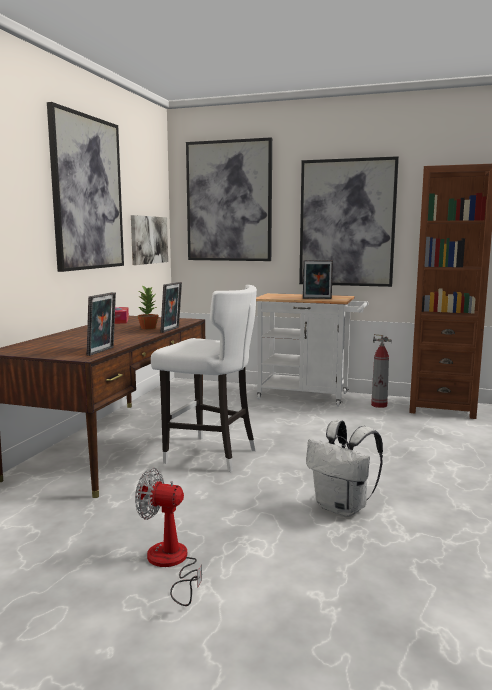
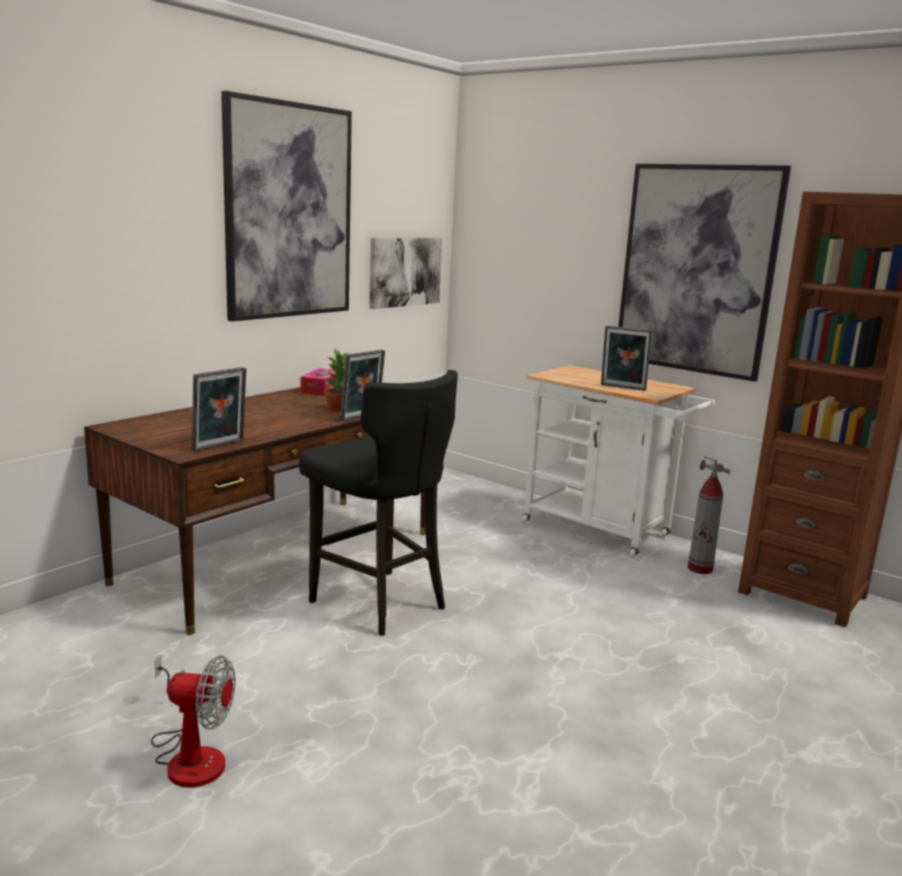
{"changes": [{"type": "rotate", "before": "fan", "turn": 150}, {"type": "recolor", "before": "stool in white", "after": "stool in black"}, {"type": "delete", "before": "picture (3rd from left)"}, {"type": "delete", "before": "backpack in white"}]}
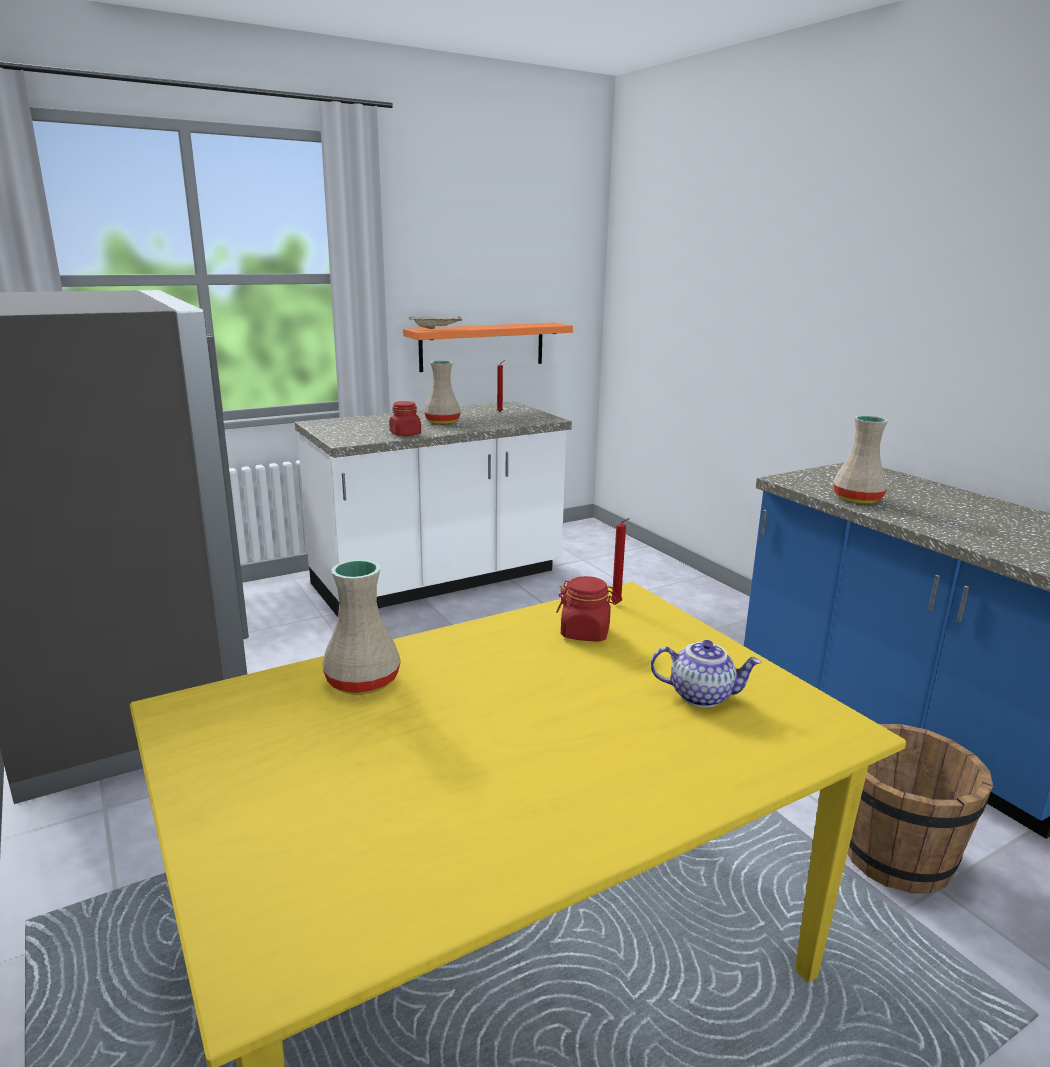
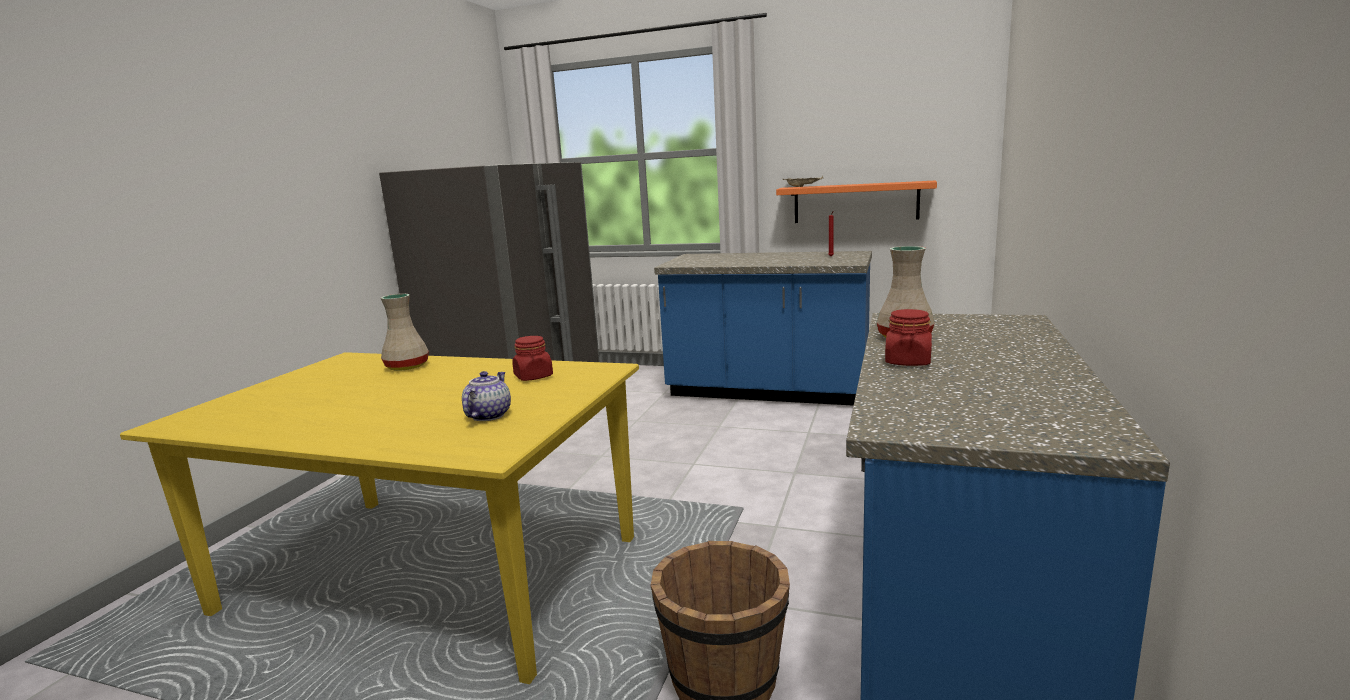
{"changes": [{"type": "rotate", "before": "teapot", "turn": -135}, {"type": "recolor", "before": "counter in white", "after": "counter in blue (1st from left)"}, {"type": "move", "before": "jar in red (1st from left in the first image)", "after": "jar in red (2nd from left)"}, {"type": "delete", "before": "vase in beige (2nd from left)"}, {"type": "delete", "before": "candle in red (2nd from left)"}]}
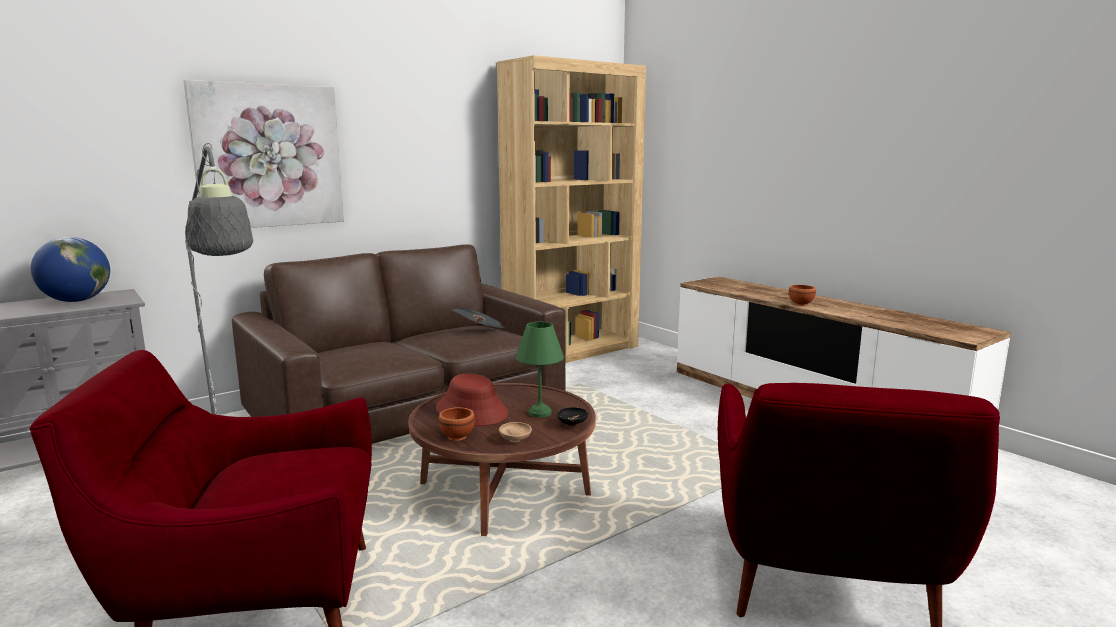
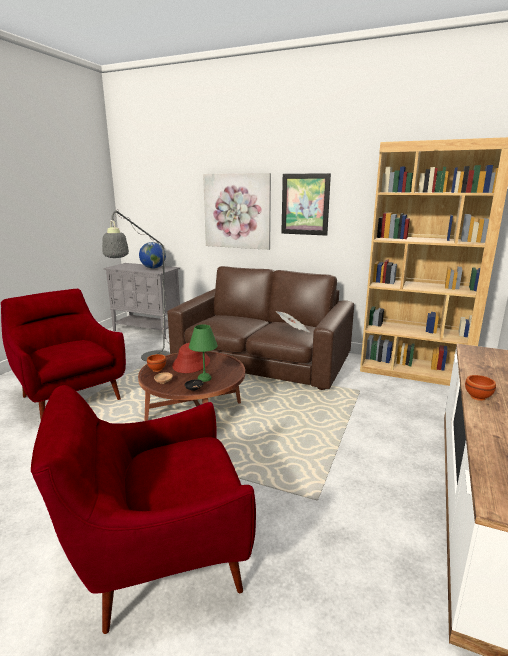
{"changes": [{"type": "insert", "after": "picture (2nd from left)"}]}
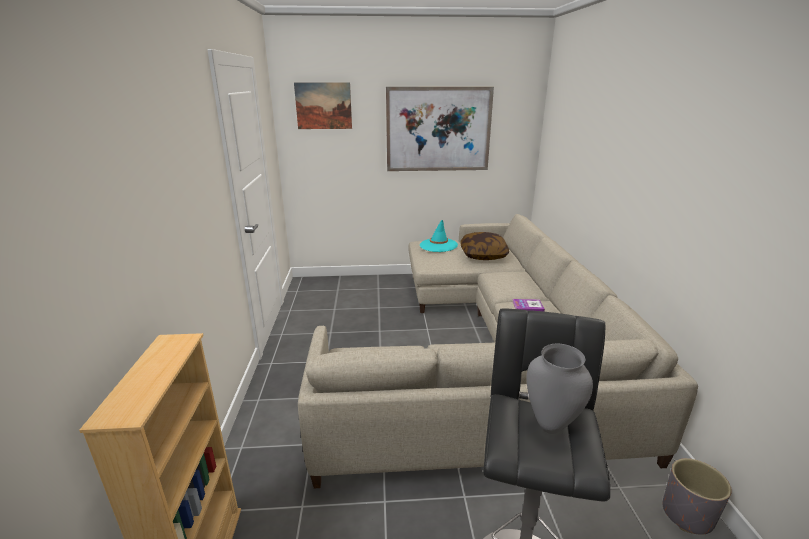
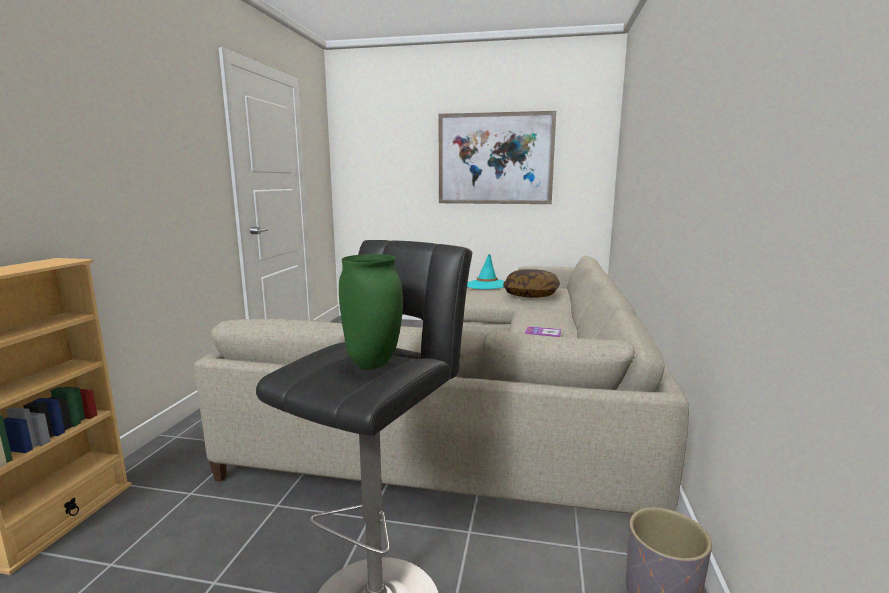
{"changes": [{"type": "recolor", "before": "vase in grey", "after": "vase in green"}, {"type": "delete", "before": "picture (1st from left)"}]}
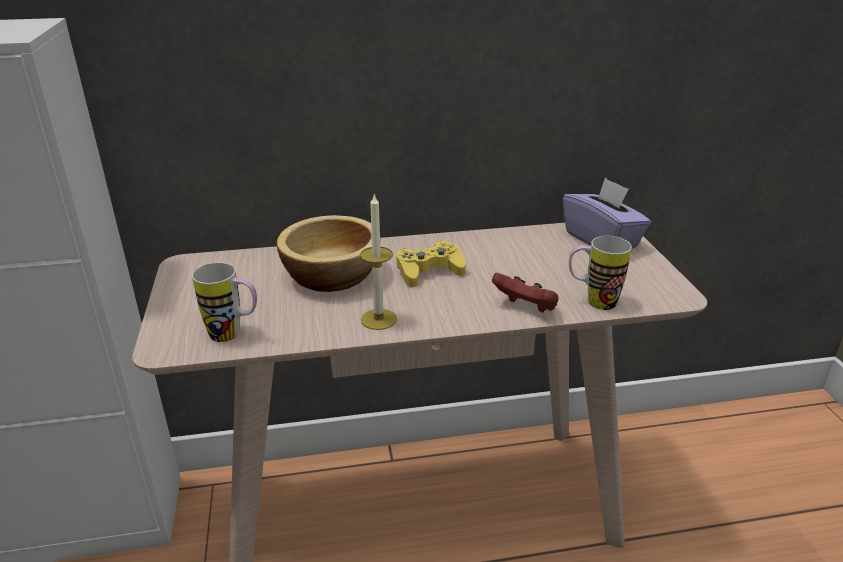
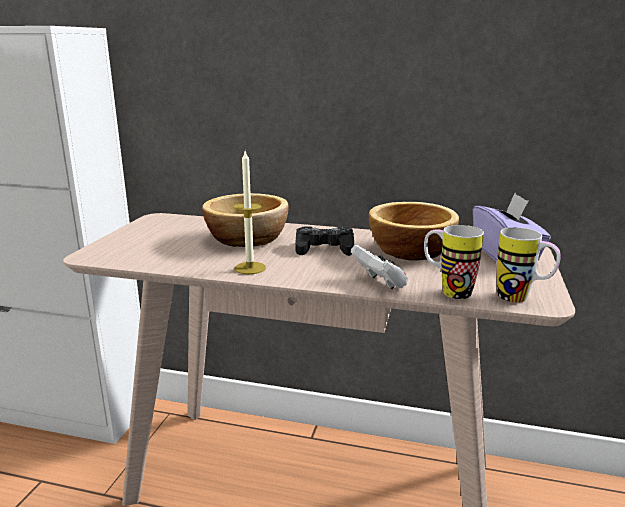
{"changes": [{"type": "recolor", "before": "game controller in yellow", "after": "game controller in black"}, {"type": "recolor", "before": "game controller in red", "after": "game controller in white"}, {"type": "insert", "after": "bowl (2nd from left)"}, {"type": "move", "before": "mug (1st from left in the first image)", "after": "mug (2nd from left)"}]}
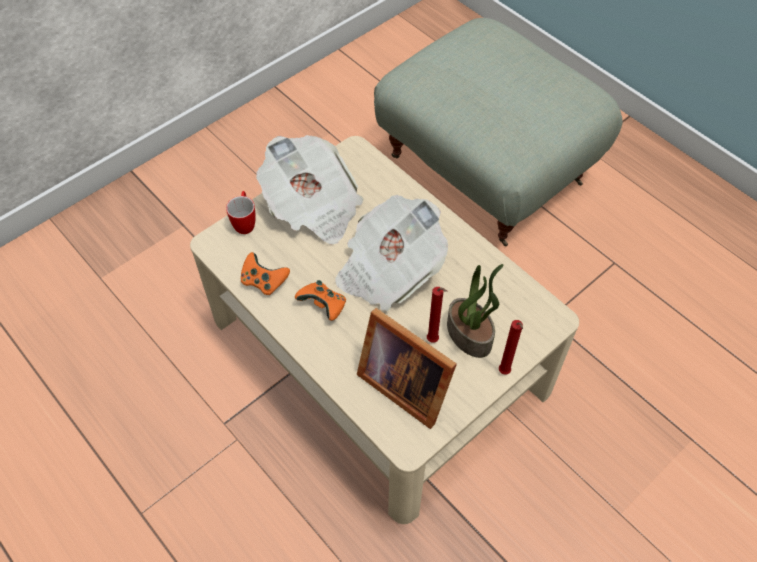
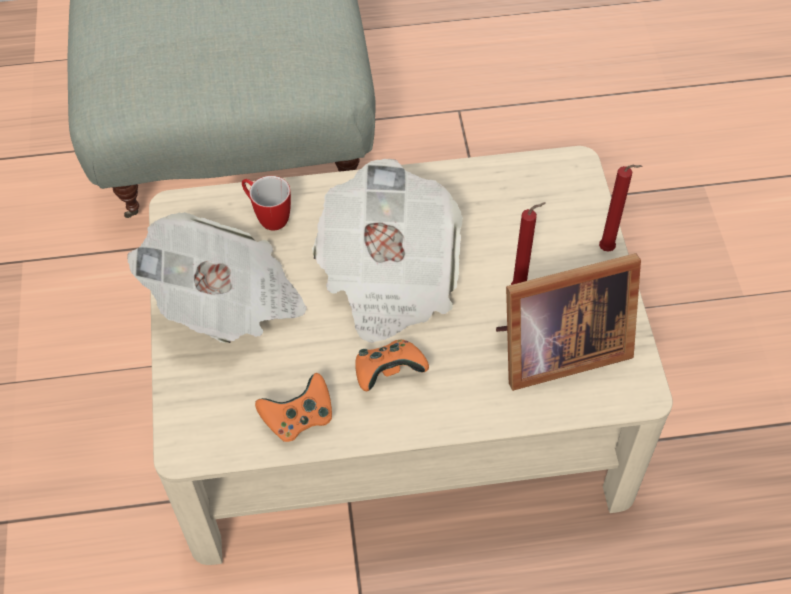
{"changes": [{"type": "move", "before": "mug"}, {"type": "delete", "before": "potted plant"}]}
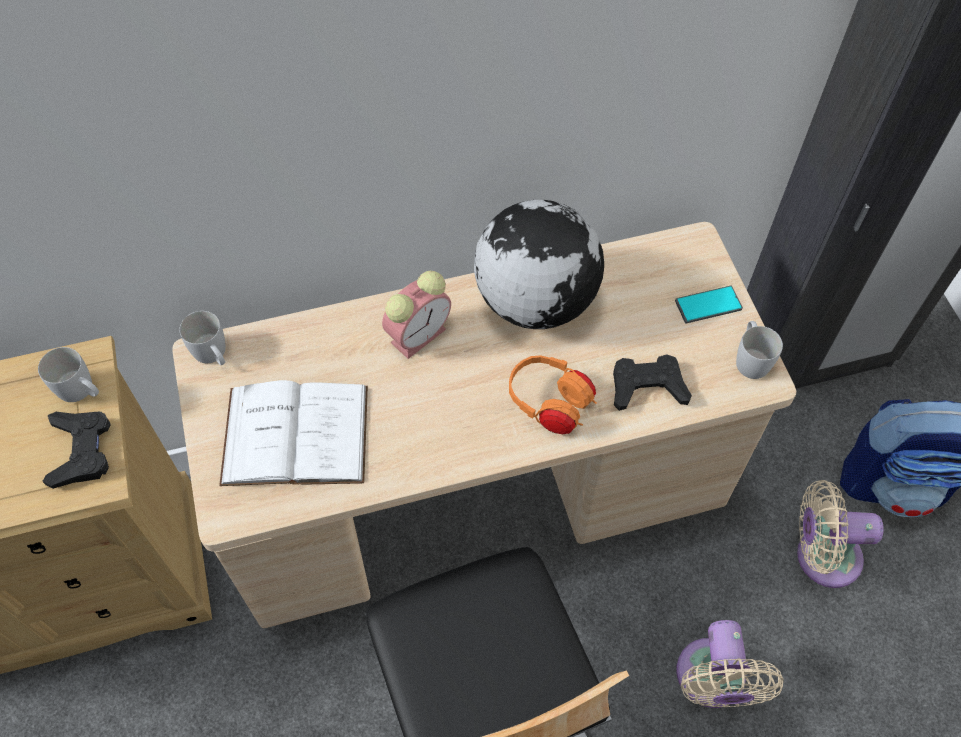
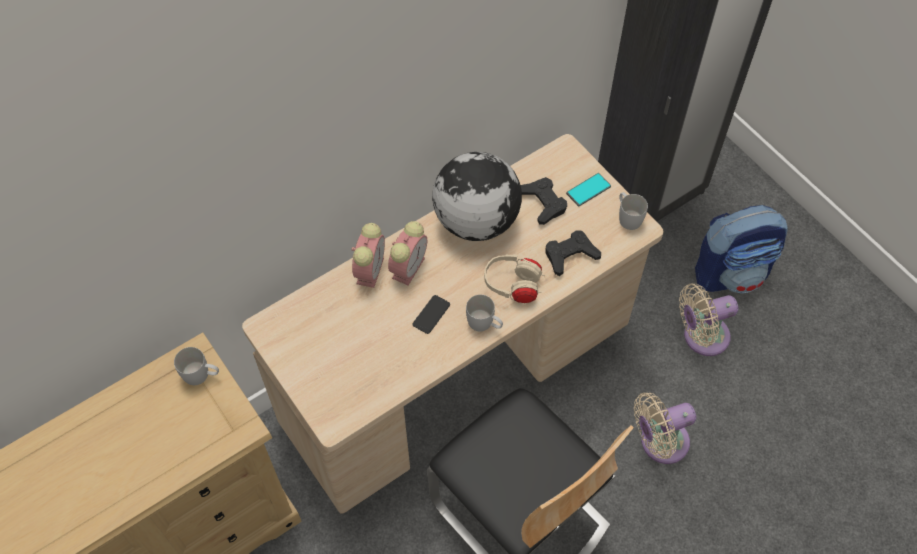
{"changes": [{"type": "insert", "after": "alarm clock (1st from left)"}, {"type": "insert", "after": "phone (1st from left)"}, {"type": "move", "before": "mug in white (2nd from left)"}, {"type": "recolor", "before": "headphones in orange", "after": "headphones in beige"}, {"type": "move", "before": "game controller in black (1st from left)"}, {"type": "rotate", "before": "fan in beige (1st from left)", "turn": 90}, {"type": "delete", "before": "book in white"}]}
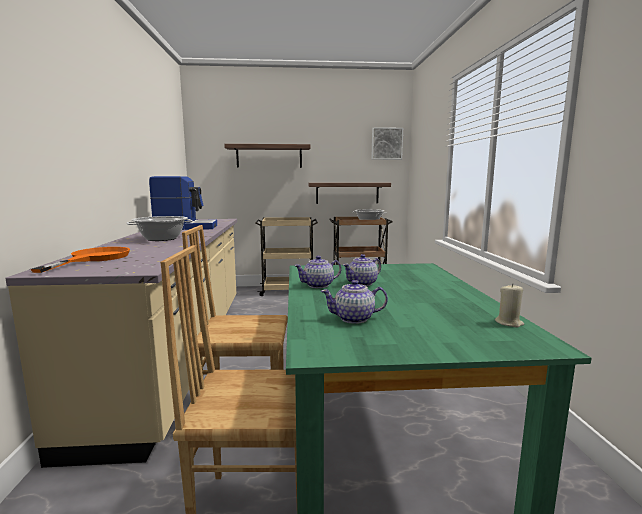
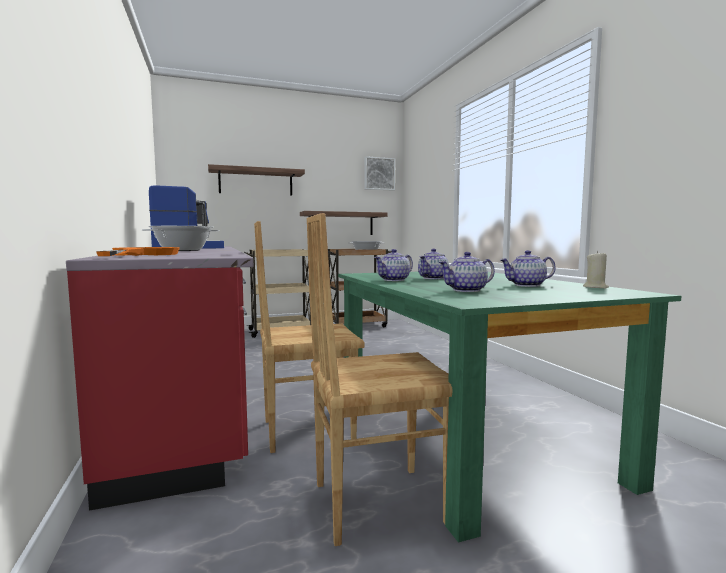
{"changes": [{"type": "recolor", "before": "counter in beige", "after": "counter in red"}, {"type": "insert", "after": "teapot (4th from left)"}]}
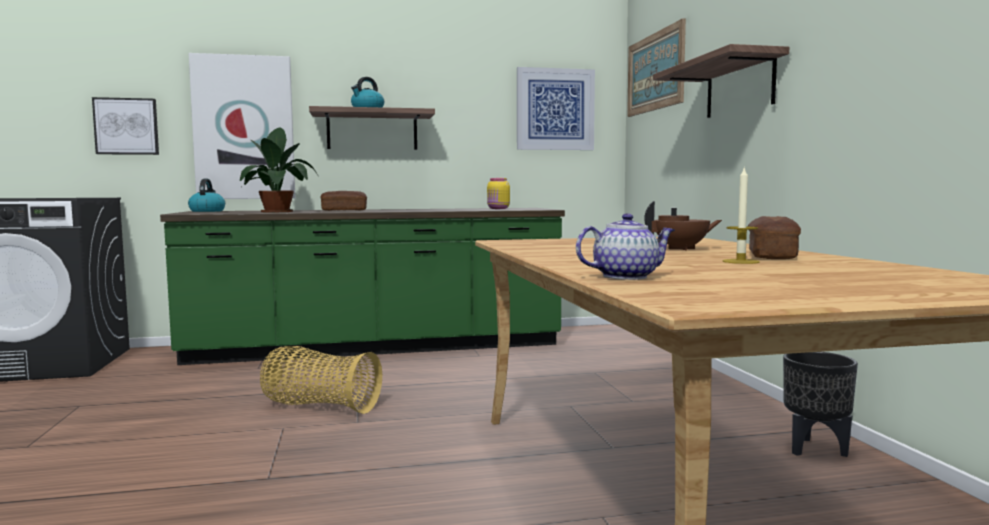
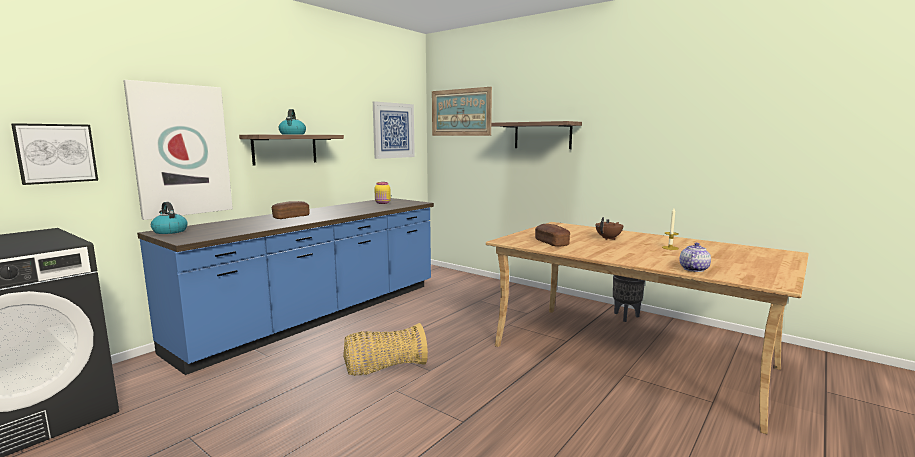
{"changes": [{"type": "recolor", "before": "counter in green", "after": "counter in blue"}, {"type": "move", "before": "bread (2nd from left)"}, {"type": "delete", "before": "potted plant"}]}
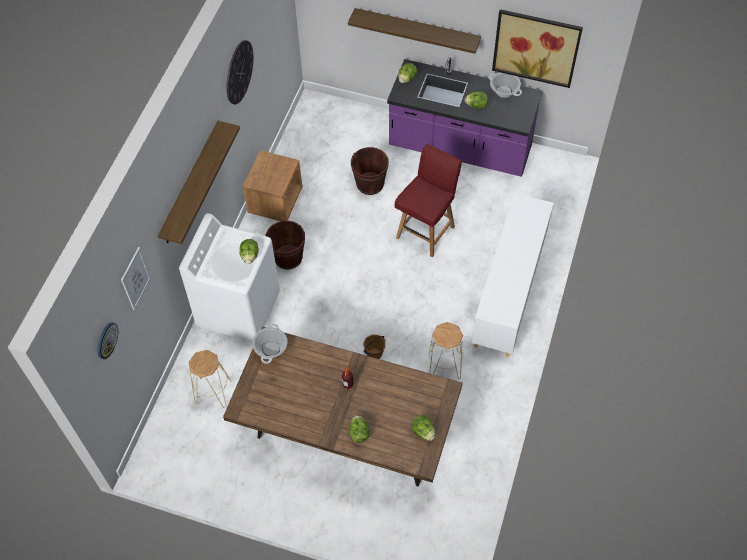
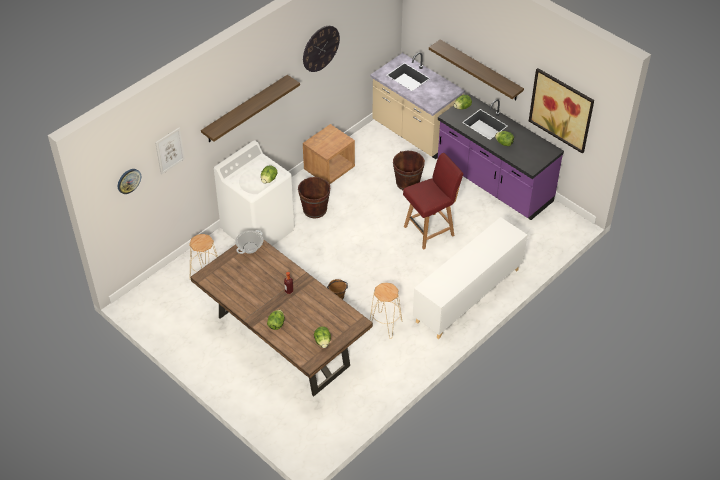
{"changes": [{"type": "insert", "after": "counter in beige"}, {"type": "delete", "before": "cooking pot (2nd from left)"}]}
